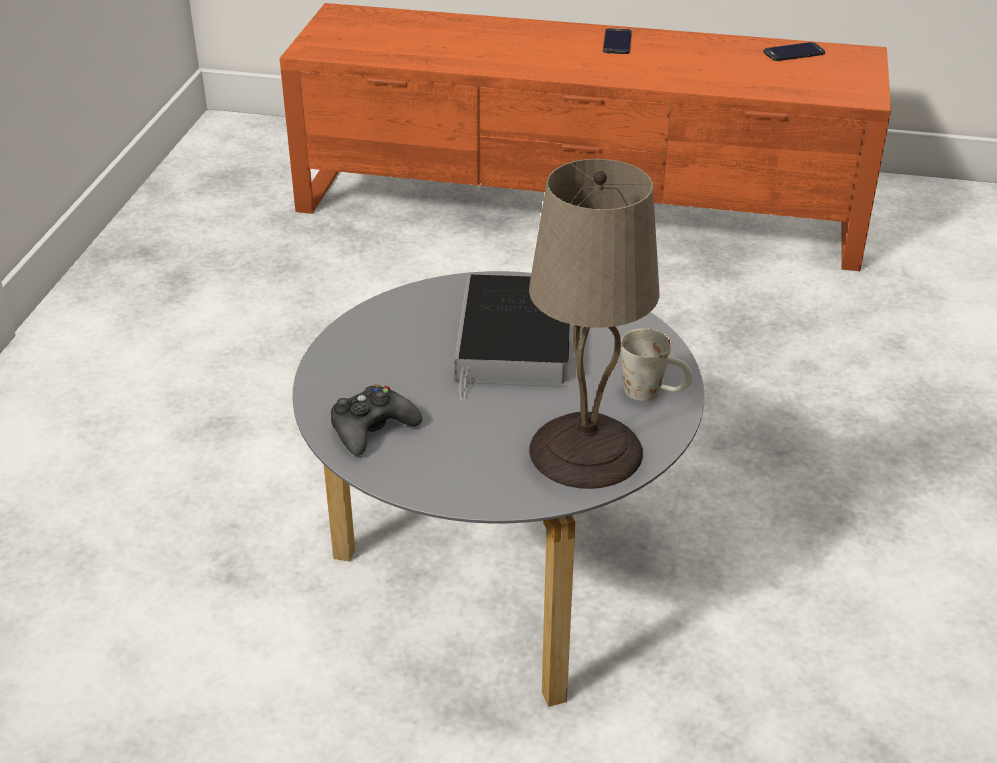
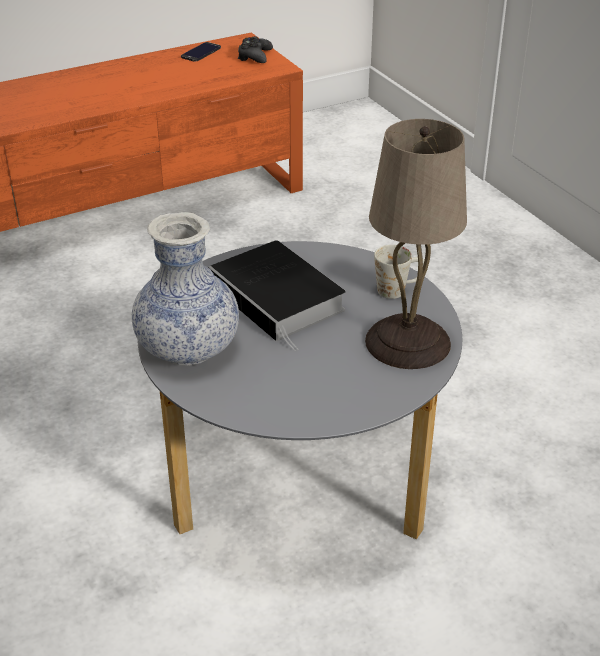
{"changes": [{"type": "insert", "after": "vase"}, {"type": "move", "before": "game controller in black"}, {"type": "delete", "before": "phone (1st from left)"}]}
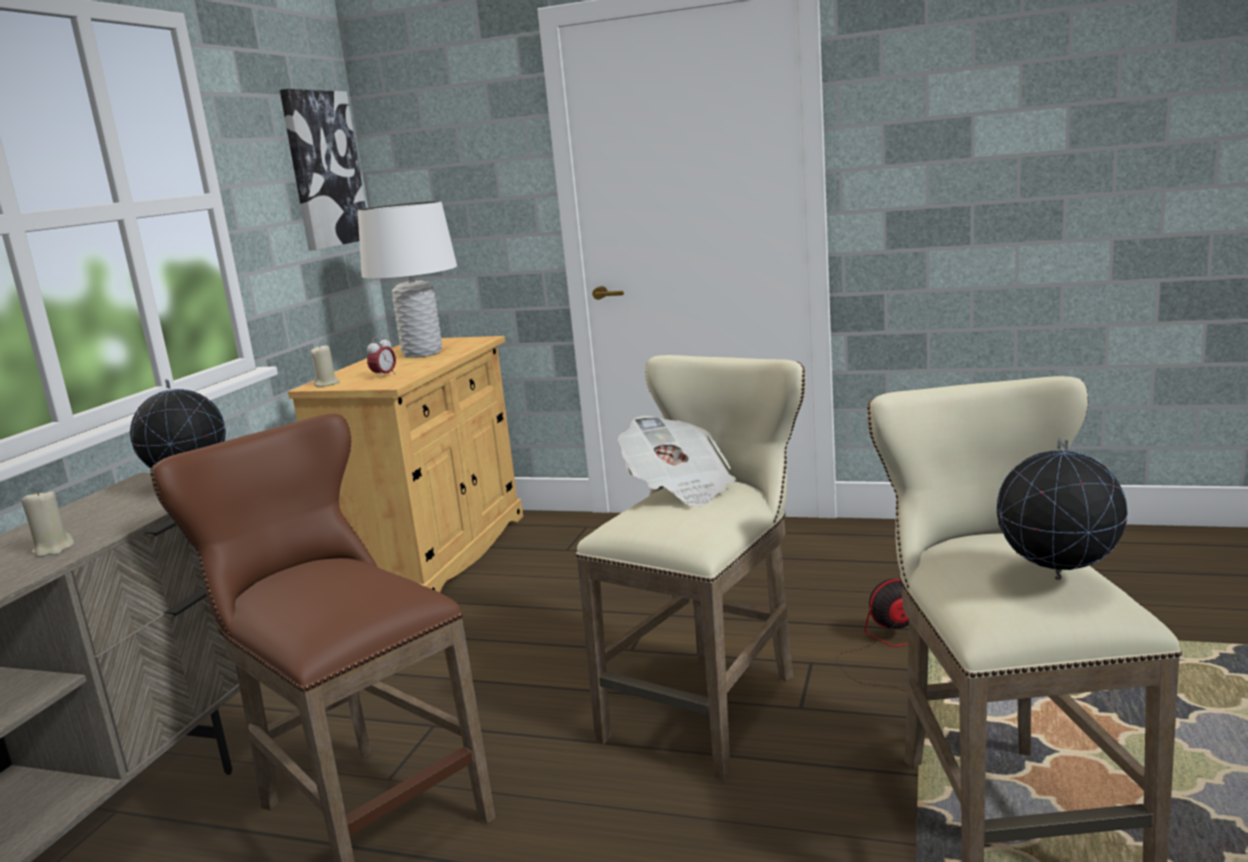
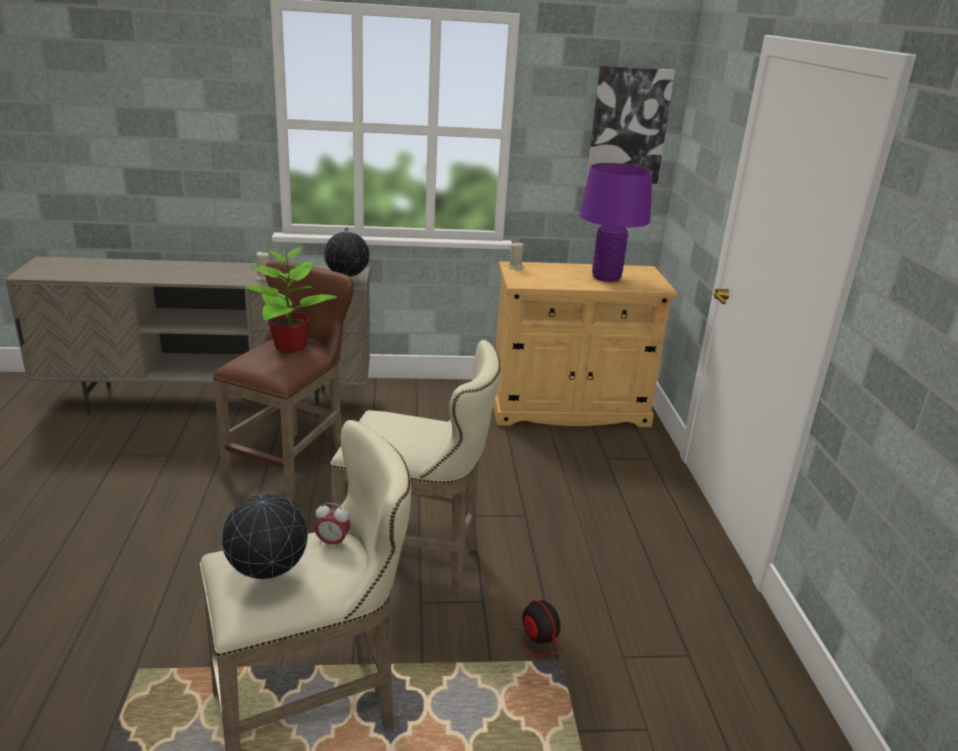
{"changes": [{"type": "insert", "after": "potted plant"}, {"type": "move", "before": "alarm clock"}, {"type": "recolor", "before": "table lamp in white", "after": "table lamp in purple"}, {"type": "delete", "before": "newspaper"}]}
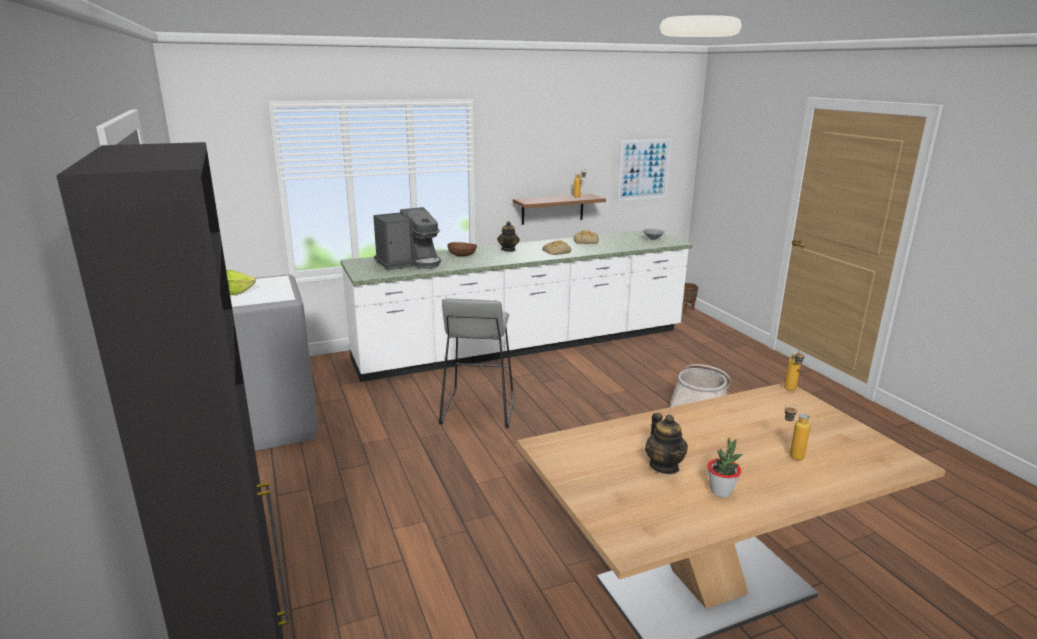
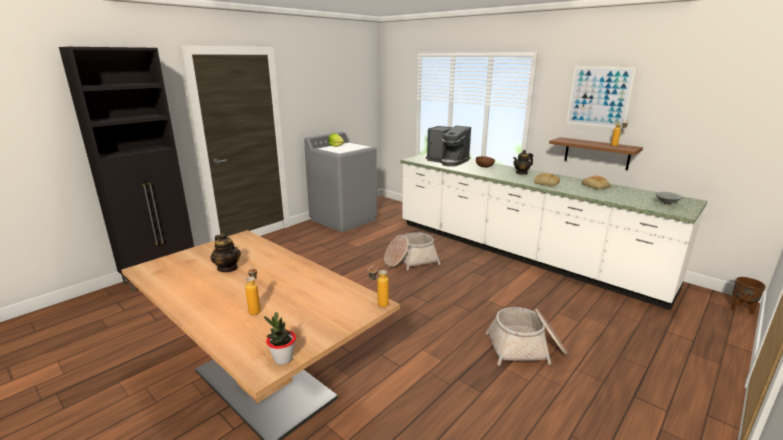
{"changes": [{"type": "rotate", "before": "teapot (2nd from left in the first image)", "turn": -90}, {"type": "move", "before": "potted plant"}, {"type": "replace", "before": "stool in grey", "after": "basket (1st from left)"}, {"type": "move", "before": "picture"}]}
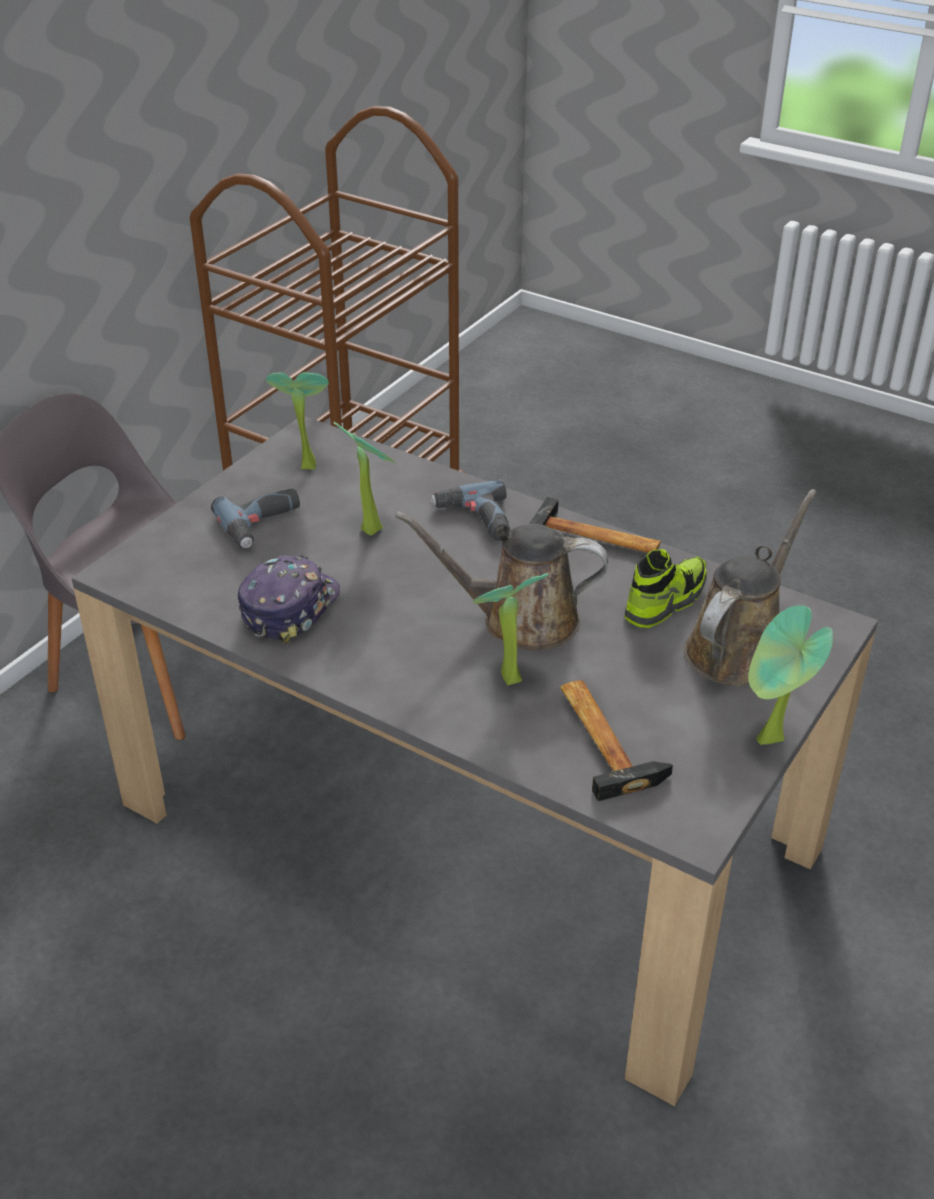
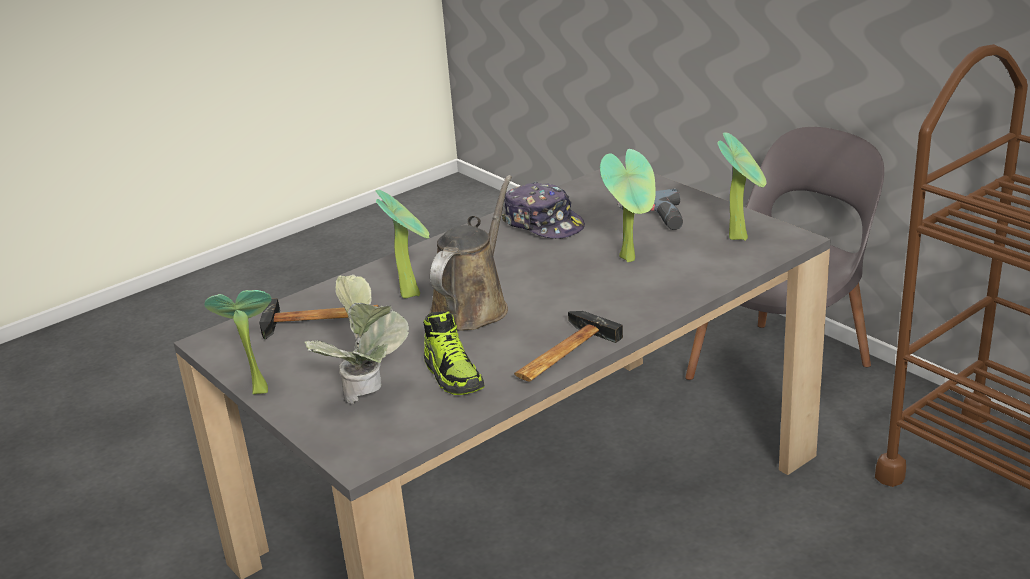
{"changes": [{"type": "replace", "before": "watering can in brown (2nd from left)", "after": "potted plant (2nd from left)"}, {"type": "delete", "before": "power drill (2nd from left)"}]}
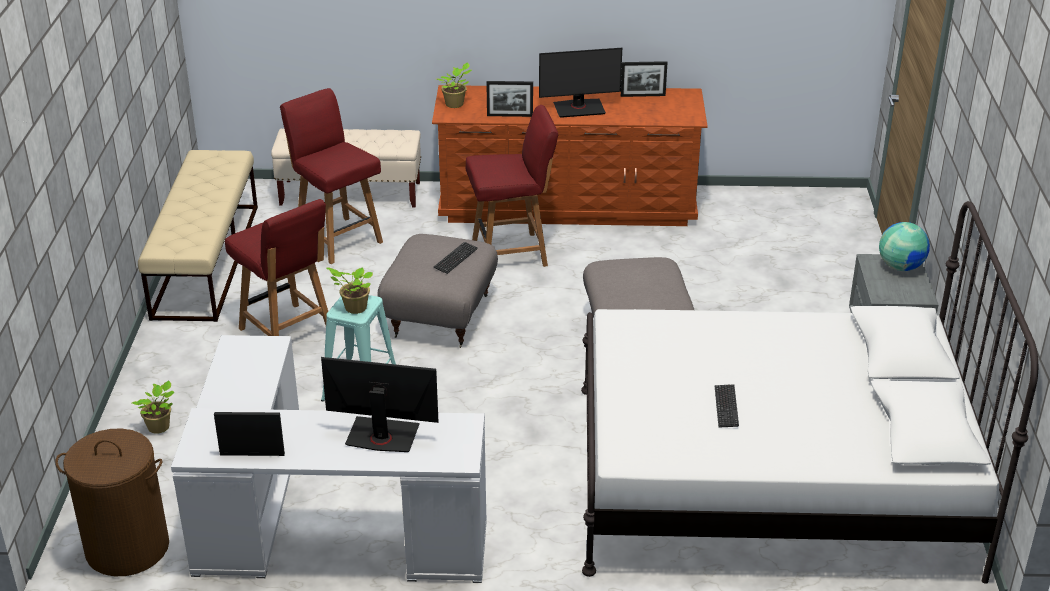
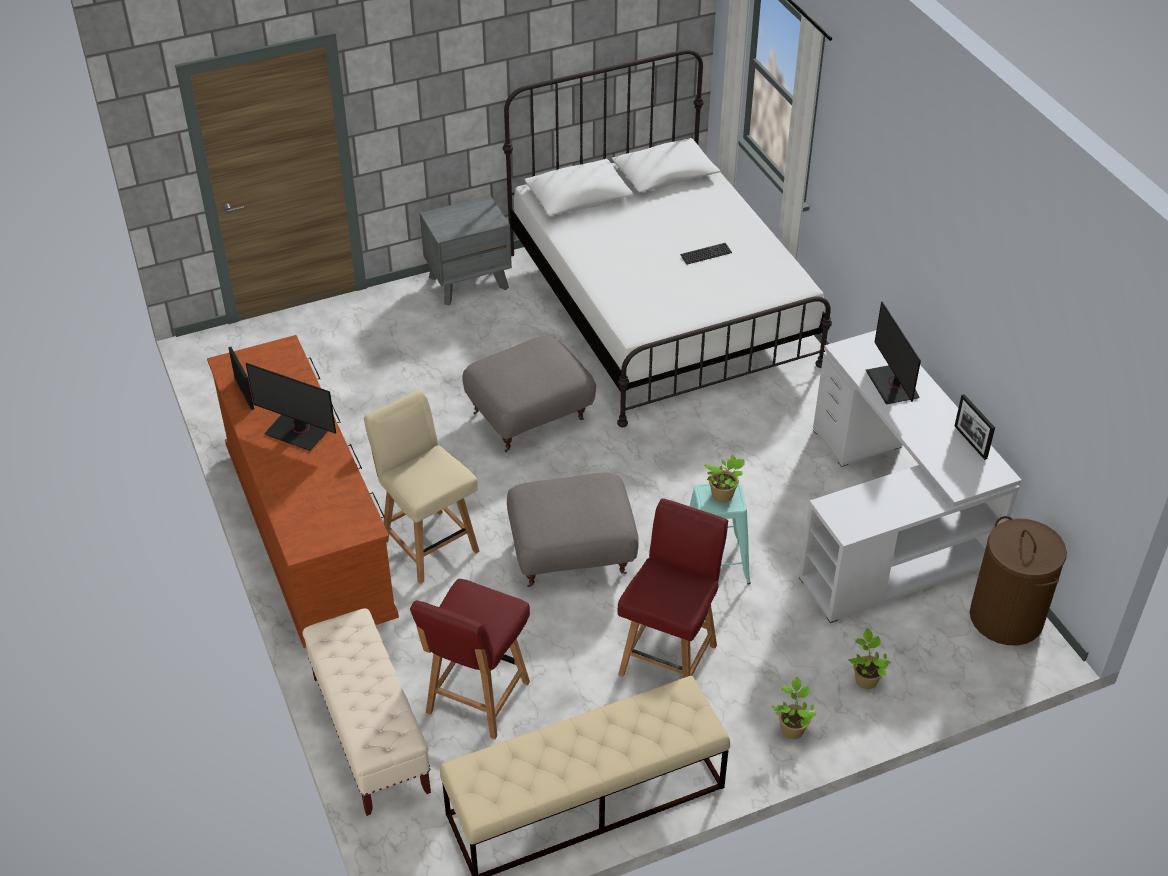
{"changes": [{"type": "rotate", "before": "monitor (2nd from left in the first image)", "turn": 150}, {"type": "recolor", "before": "chair in red (3rd from left)", "after": "chair in beige"}, {"type": "move", "before": "potted plant (3rd from left in the first image)", "after": "potted plant (2nd from left)"}, {"type": "delete", "before": "keyboard (1st from left)"}, {"type": "delete", "before": "picture frame (2nd from left)"}, {"type": "delete", "before": "globe"}]}
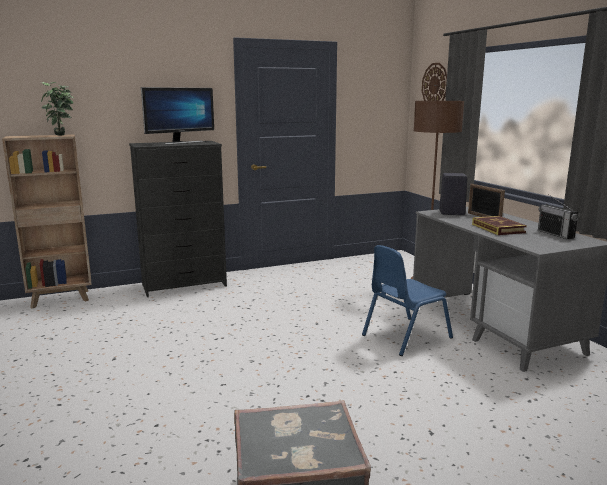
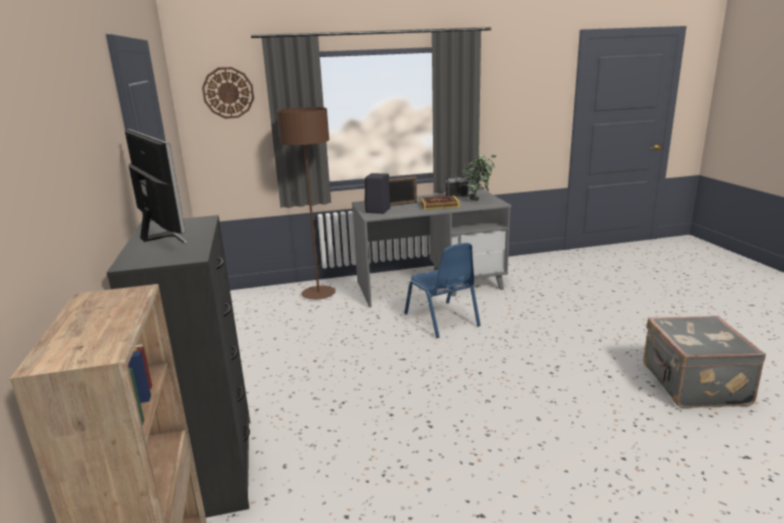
{"changes": [{"type": "move", "before": "potted plant"}]}
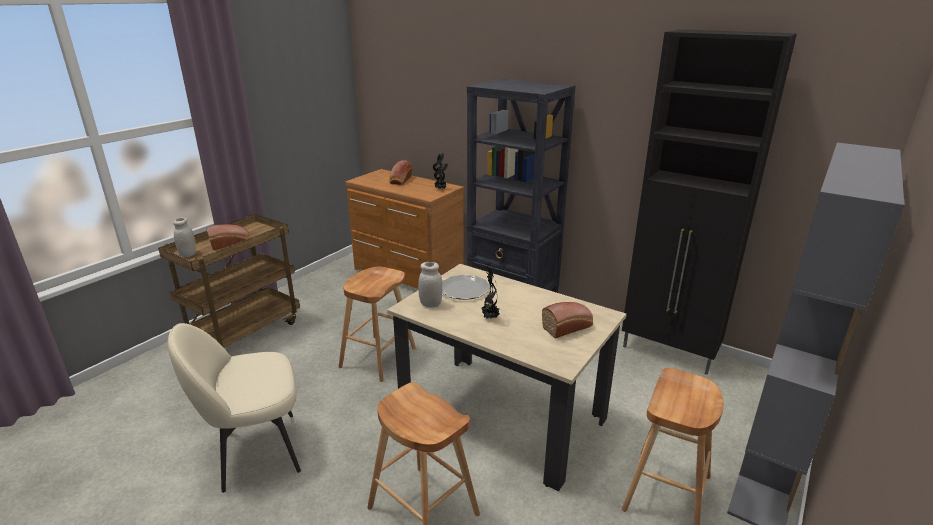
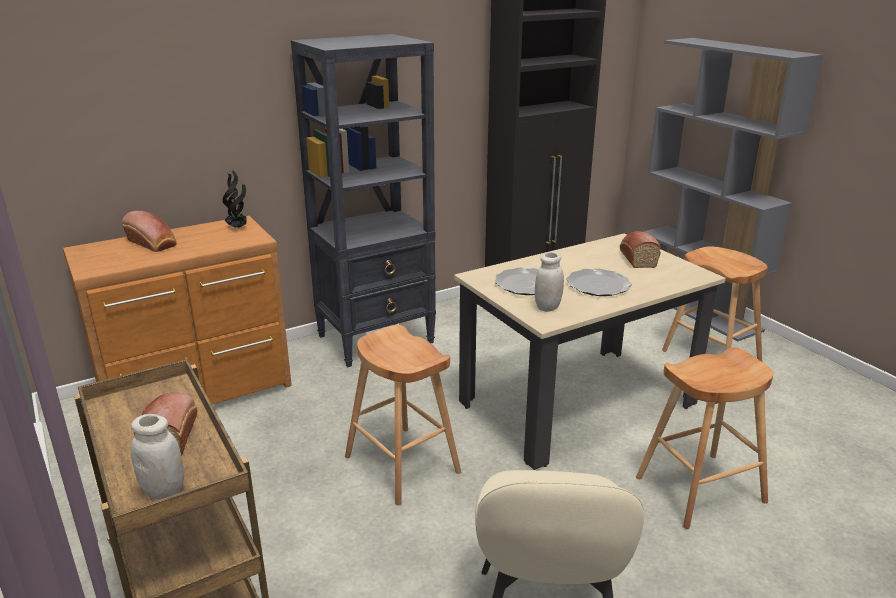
{"changes": [{"type": "replace", "before": "potted plant (2nd from left)", "after": "plate (2nd from left)"}]}
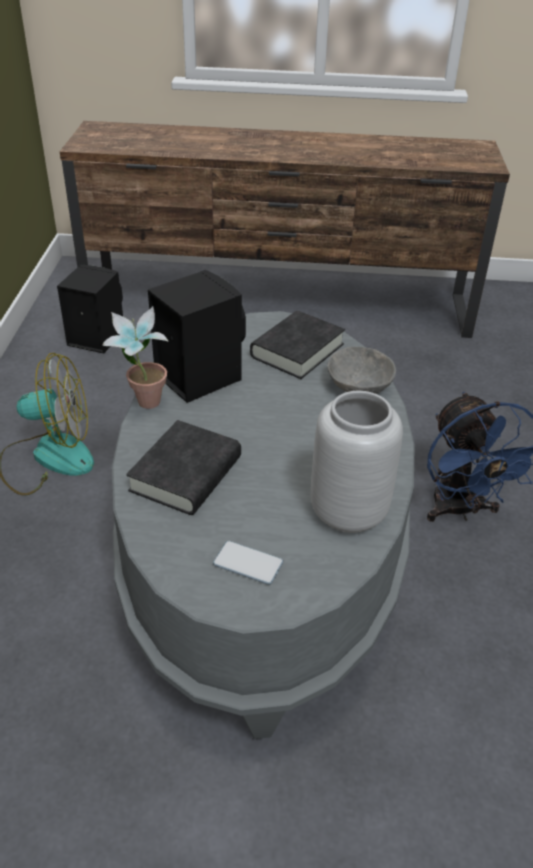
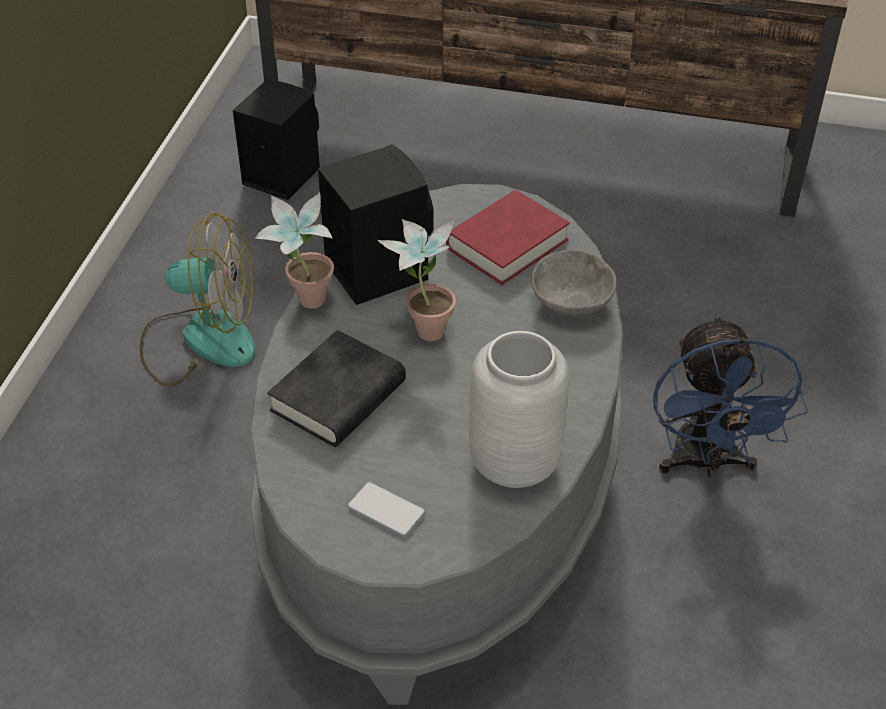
{"changes": [{"type": "insert", "after": "potted plant (2nd from left)"}, {"type": "recolor", "before": "book in black (2nd from left)", "after": "book in red"}]}
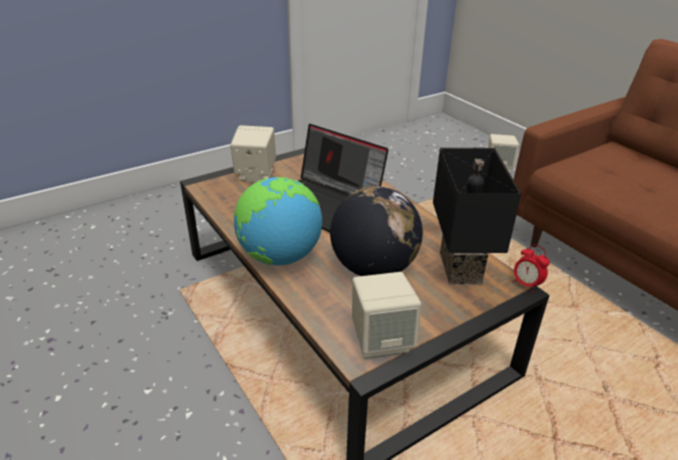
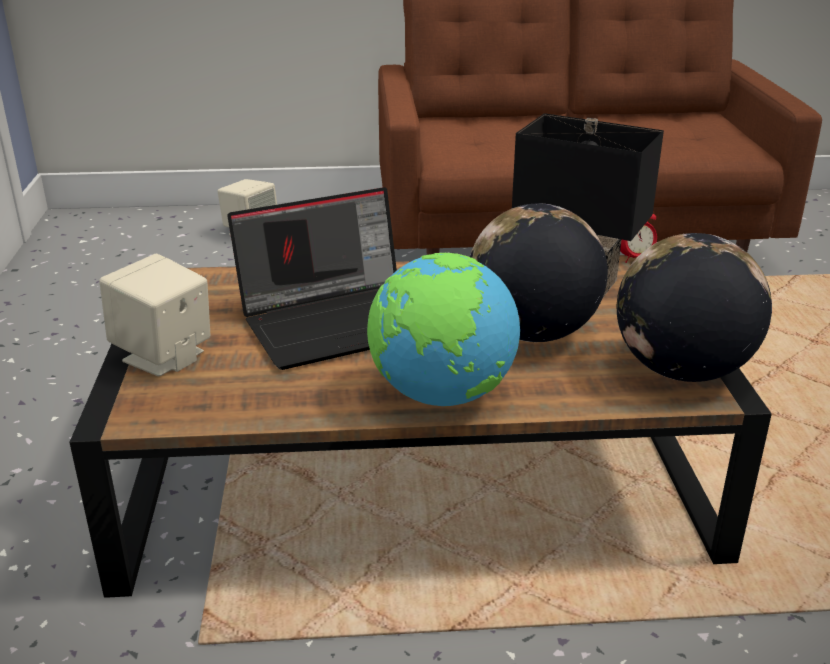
{"changes": [{"type": "replace", "before": "speaker in beige (2nd from left)", "after": "globe (3rd from left)"}]}
